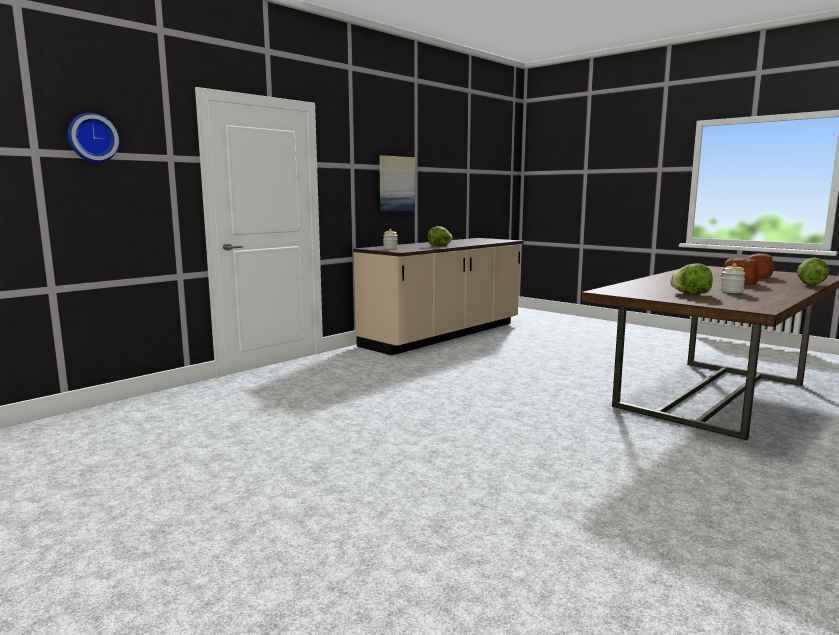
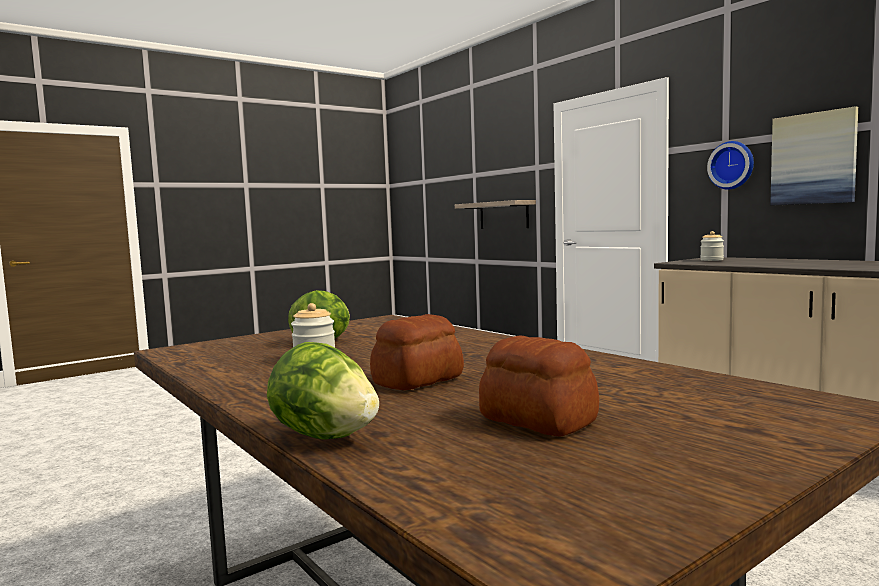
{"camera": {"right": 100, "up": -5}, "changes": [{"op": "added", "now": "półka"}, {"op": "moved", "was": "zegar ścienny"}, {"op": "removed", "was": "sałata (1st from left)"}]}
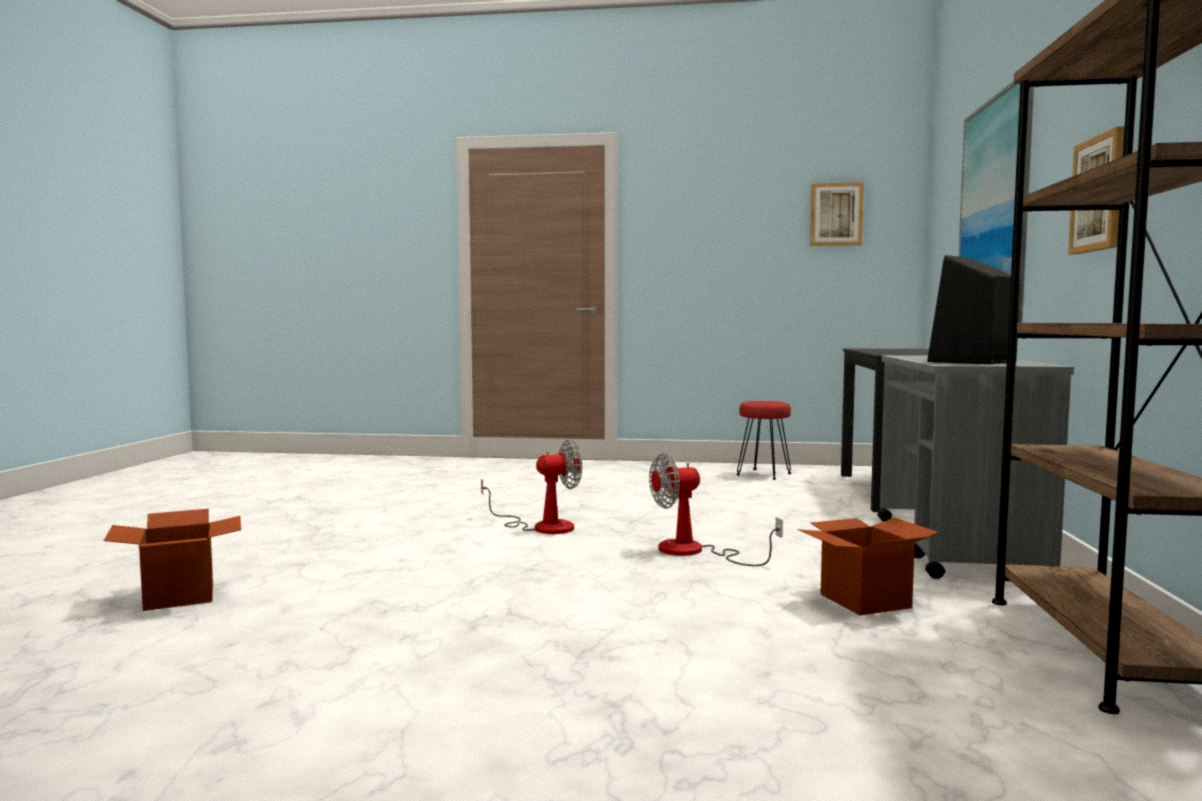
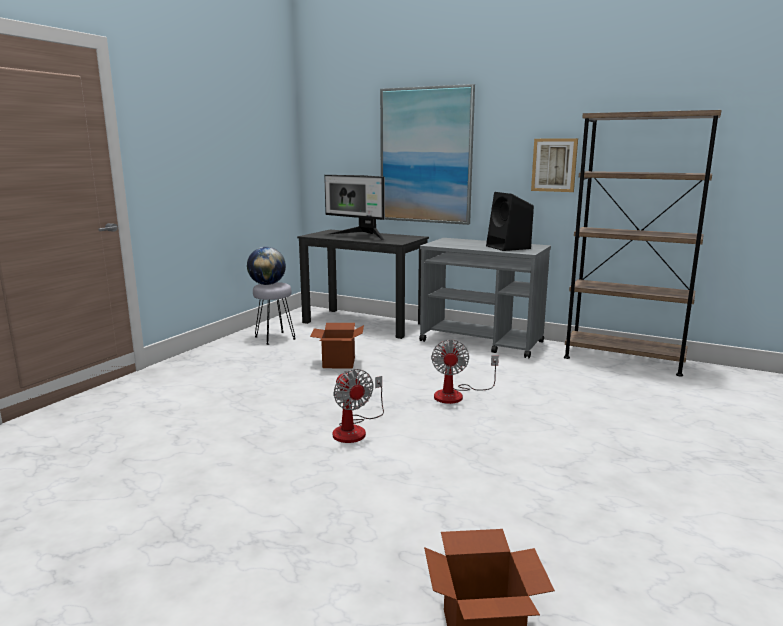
{"camera": {"right": -70, "up": 10}, "changes": [{"op": "added", "now": "globus"}, {"op": "recoloured", "was": "stołek [czerwony]", "now": "stołek [szary]"}, {"op": "moved", "was": "karton (2nd from left in the first image)", "now": "karton (1st from left)"}, {"op": "added", "now": "monitor"}, {"op": "turned", "was": "wentylator (1st from left)", "clockwise": 150}, {"op": "removed", "was": "obraz (1st from left)"}]}
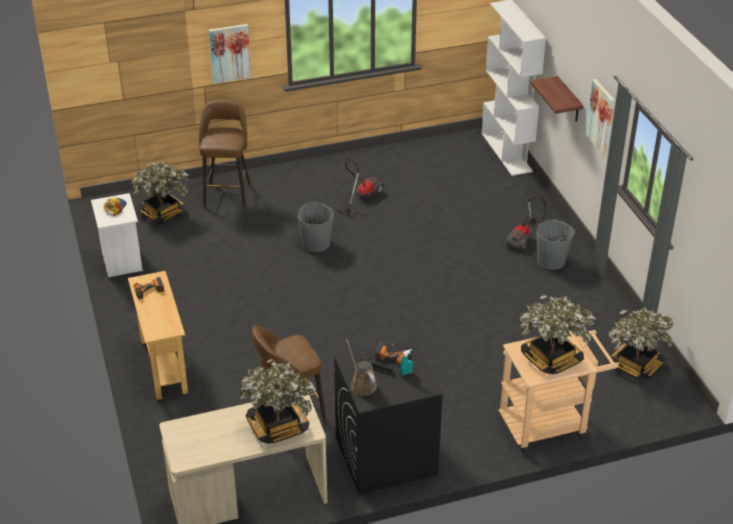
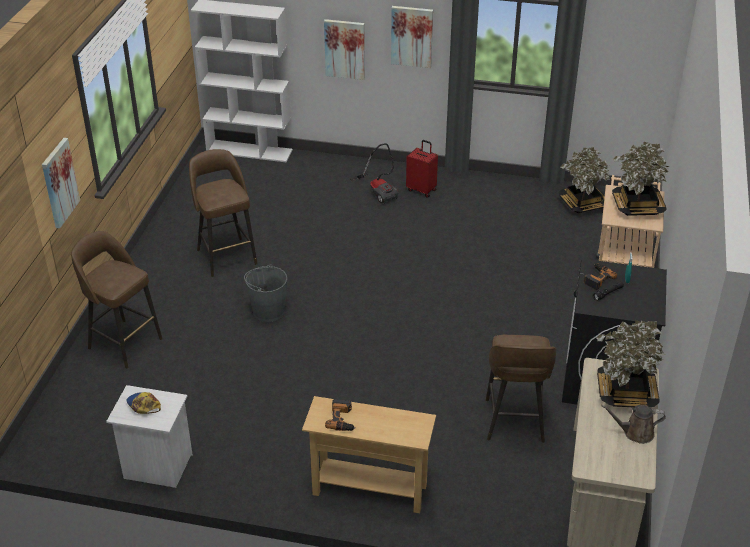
{"camera": {"right": -60, "up": 0}, "changes": [{"op": "replaced", "was": "odkurzacz (1st from left)", "now": "stołek [brązowy] (2nd from left)"}, {"op": "replaced", "was": "półka", "now": "obraz (2nd from left)"}, {"op": "replaced", "was": "wiadro [szary] (2nd from left)", "now": "walizka [czerwony]"}, {"op": "moved", "was": "konewka [brązowy]"}, {"op": "removed", "was": "roślina doniczkowa (1st from left)"}]}
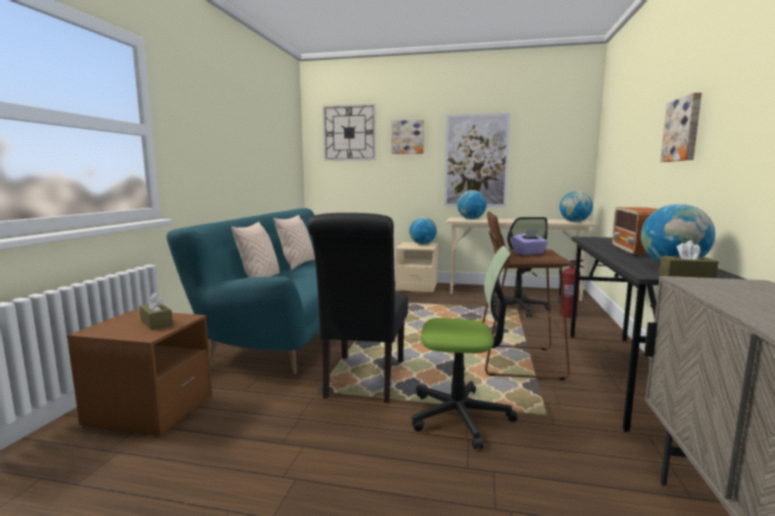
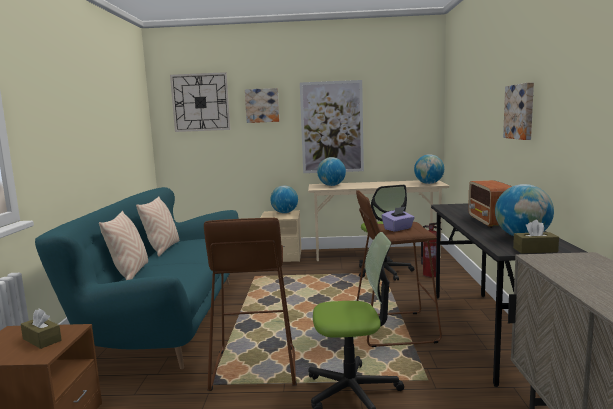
{"camera": {"right": -10, "up": 0}, "changes": [{"op": "replaced", "was": "krzesło [czarny]", "now": "stołek [brązowy] (1st from left)"}]}
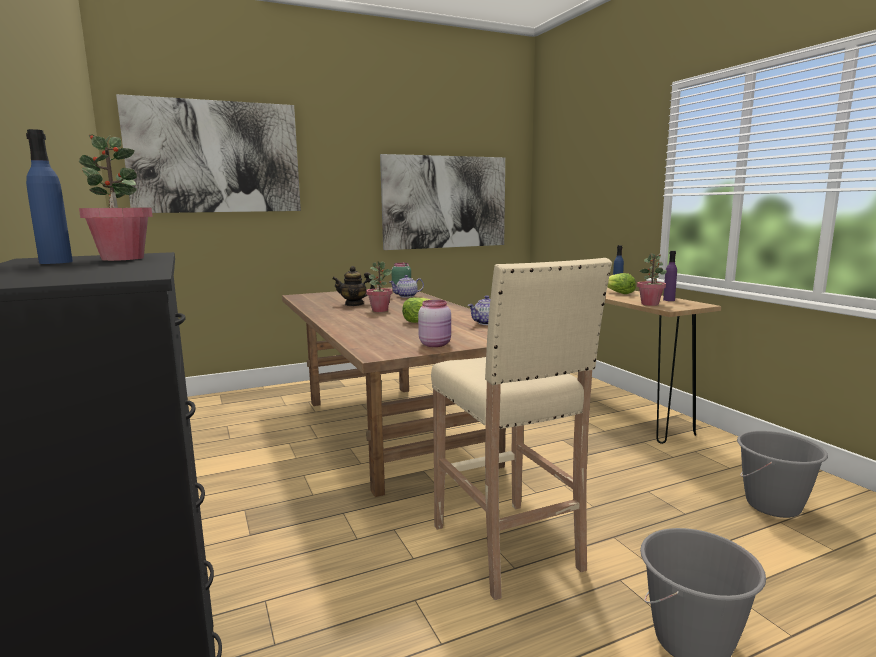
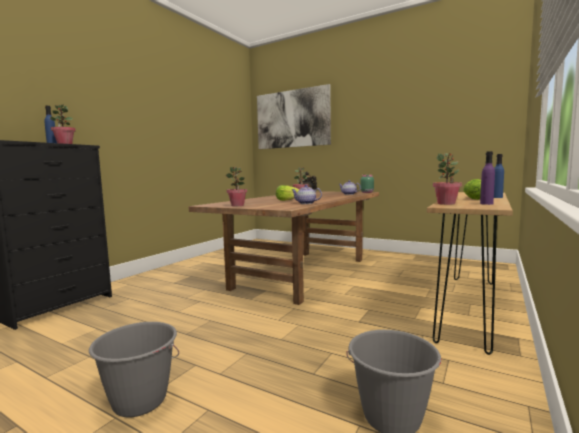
{"camera": {"right": 55, "up": -5}, "changes": [{"op": "replaced", "was": "słoik [różowy]", "now": "roślina doniczkowa (2nd from left)"}, {"op": "removed", "was": "obraz (2nd from left)"}, {"op": "removed", "was": "stołek [beżowy]"}]}
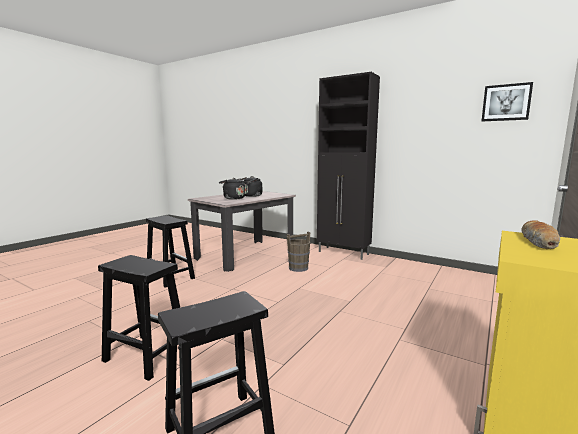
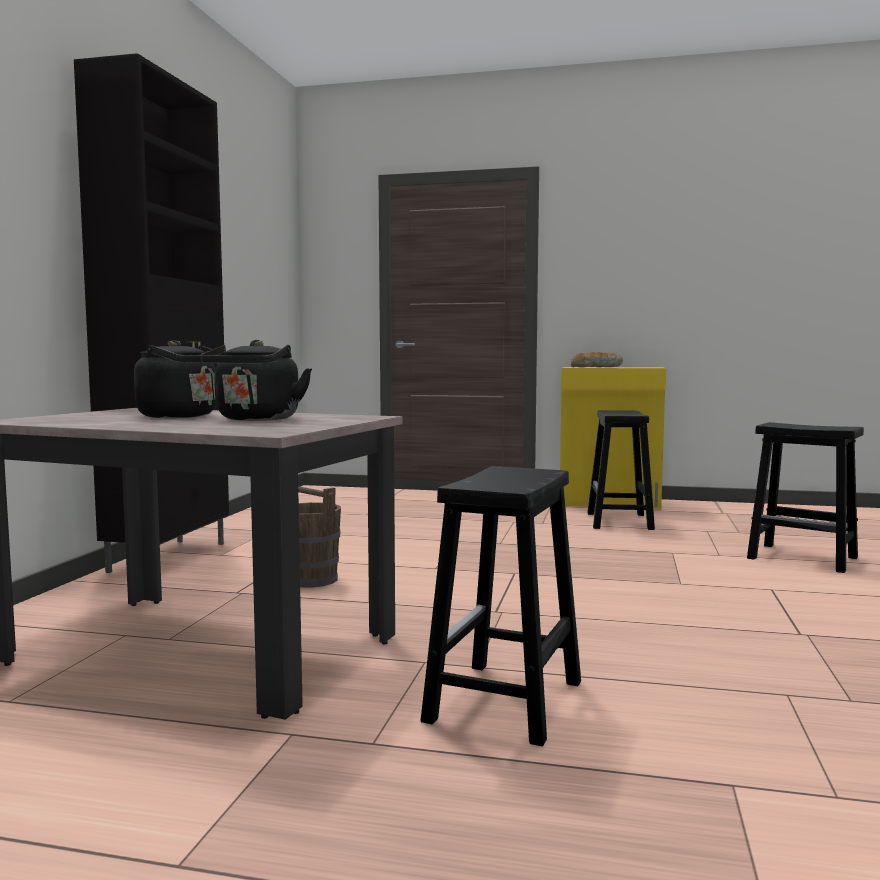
{"camera": {"right": -110, "up": -5}, "changes": [{"op": "moved", "was": "stołek [czarny] (1st from left in the first image)", "now": "stołek [czarny] (2nd from left)"}, {"op": "removed", "was": "obraz"}]}
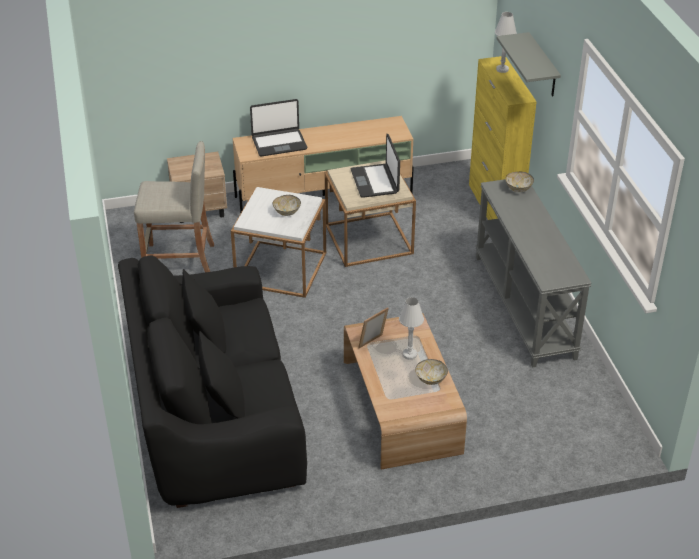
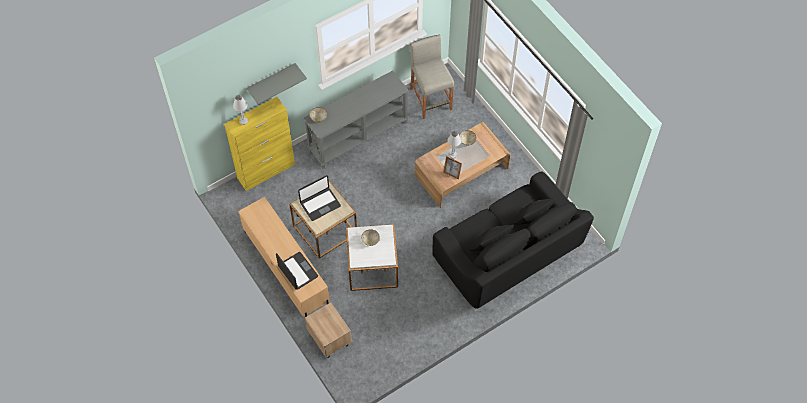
{"camera": {"right": -110, "up": 20}, "changes": [{"op": "moved", "was": "stołek [beżowy]"}]}
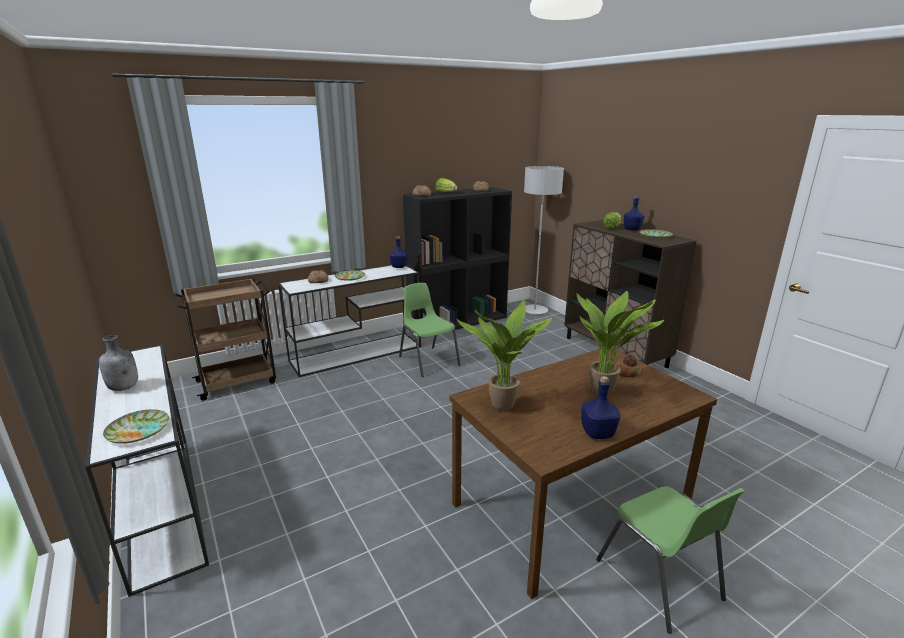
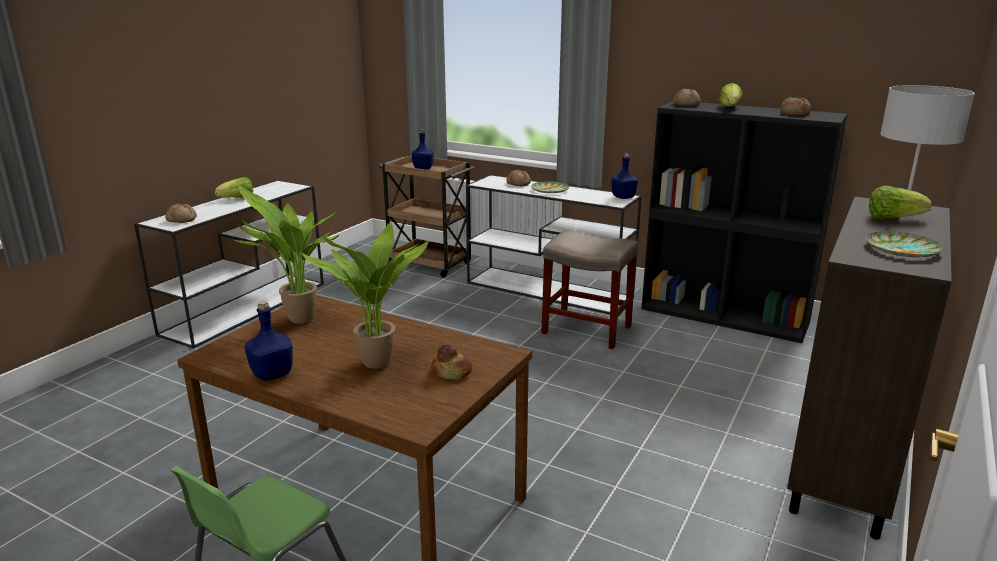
{"camera": {"right": 60, "up": 0}, "changes": [{"op": "replaced", "was": "talerz (1st from left)", "now": "chleb (1st from left)"}, {"op": "replaced", "was": "butelka [szary]", "now": "sałata (1st from left)"}, {"op": "moved", "was": "butelka [niebieski] (3rd from left in the first image)", "now": "butelka [niebieski] (2nd from left)"}, {"op": "replaced", "was": "krzesło [zielony] (1st from left)", "now": "stołek [beżowy]"}]}
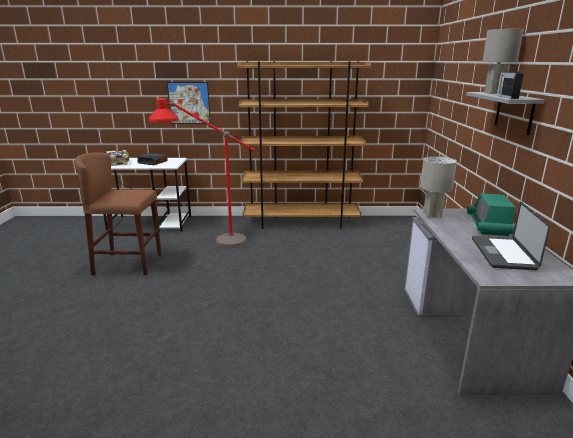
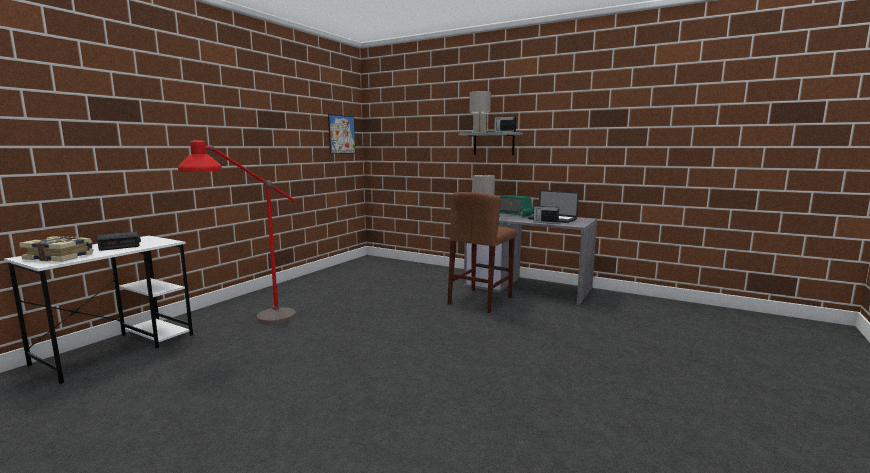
{"camera": {"right": -60, "up": -10}, "changes": [{"op": "moved", "was": "obraz"}, {"op": "moved", "was": "stołek [brązowy]"}, {"op": "added", "now": "radio (3rd from left)"}, {"op": "removed", "was": "regał [brązowy]"}]}
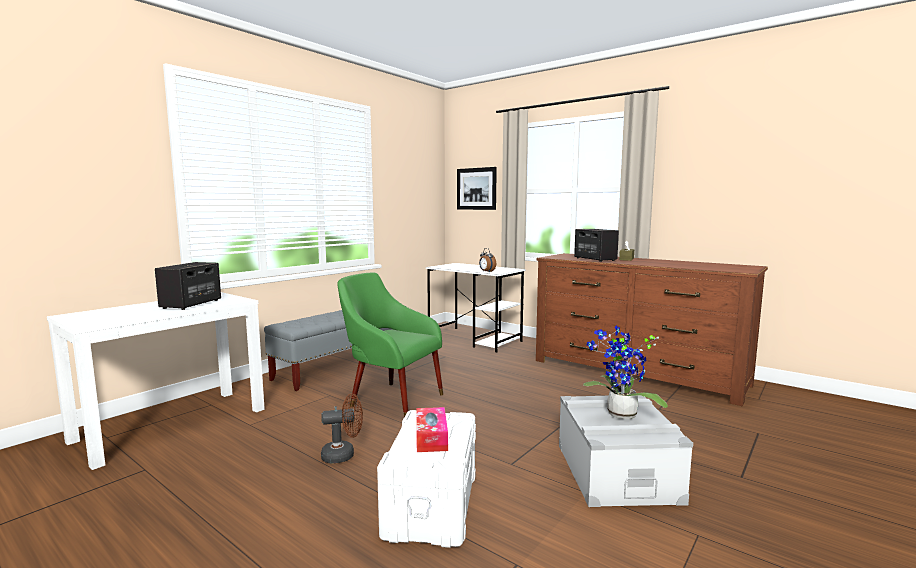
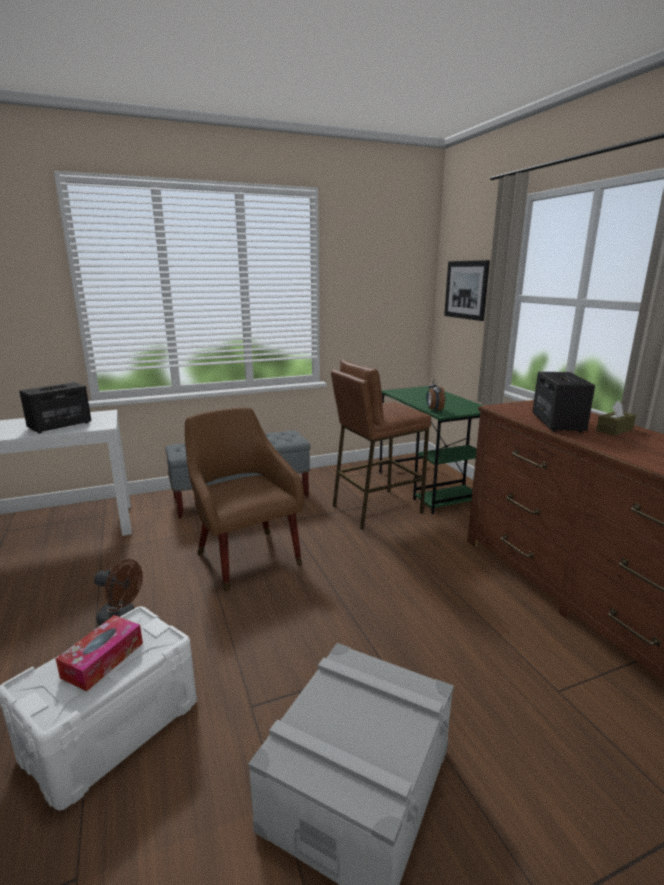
{"camera": {"right": 30, "up": 10}, "changes": [{"op": "recoloured", "was": "fotel [zielony]", "now": "fotel [brązowy]"}, {"op": "added", "now": "stołek [brązowy]"}, {"op": "recoloured", "was": "biurko [biały]", "now": "biurko [zielony]"}, {"op": "removed", "was": "roślina doniczkowa"}]}
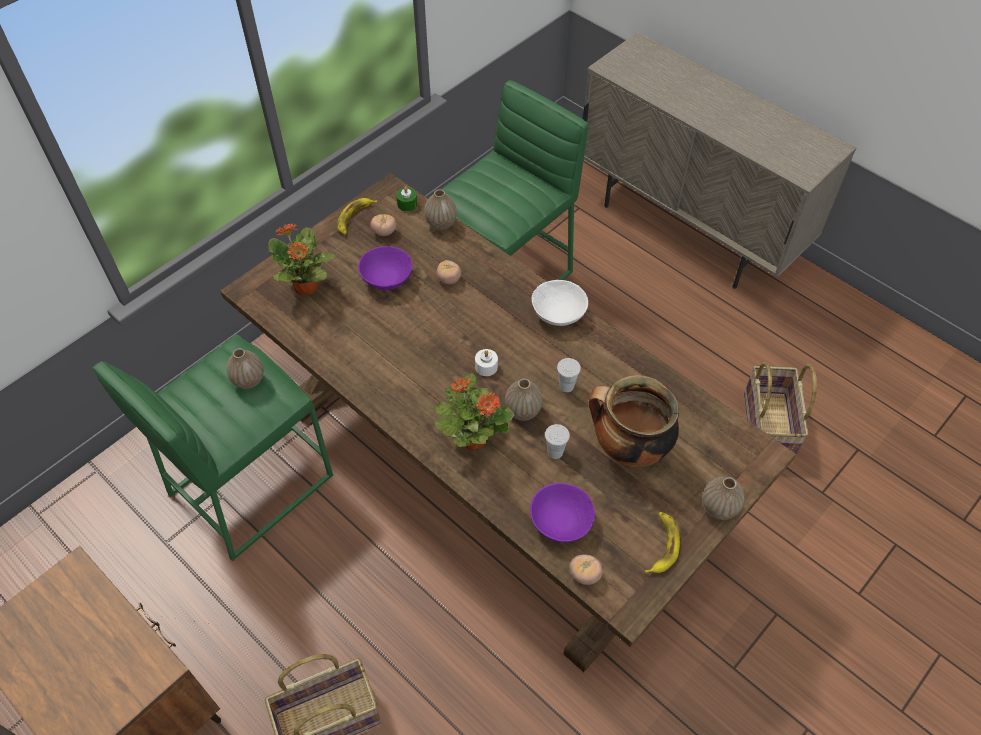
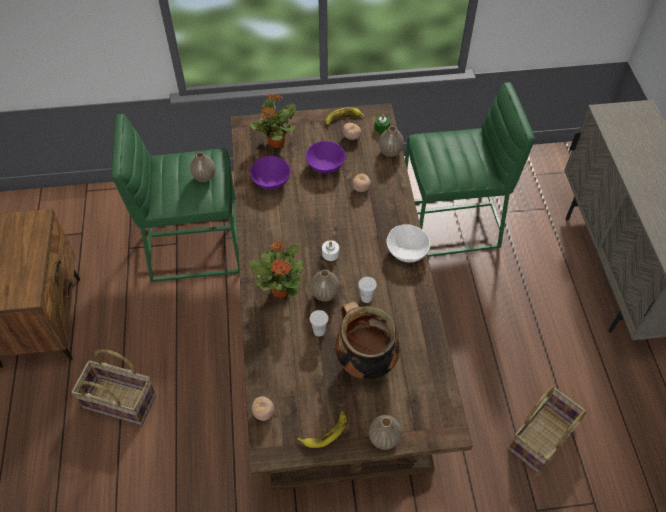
{"camera": {"right": 40, "up": 0}, "changes": [{"op": "moved", "was": "miska [fioletowy] (2nd from left in the first image)", "now": "miska [fioletowy] (1st from left)"}]}
